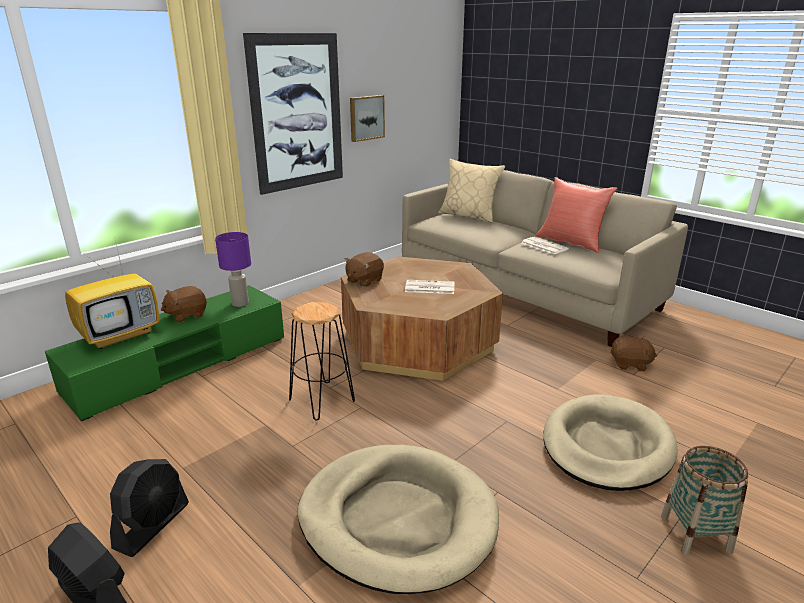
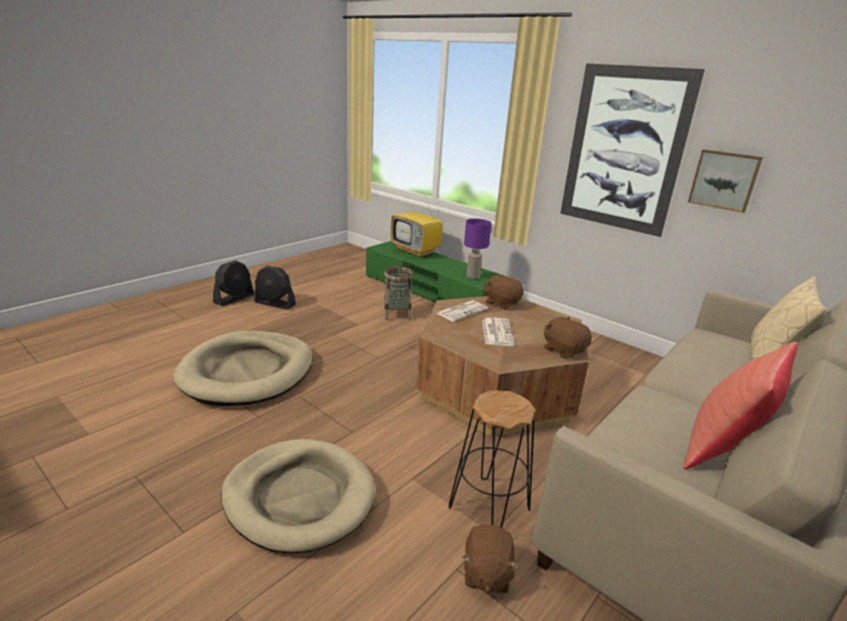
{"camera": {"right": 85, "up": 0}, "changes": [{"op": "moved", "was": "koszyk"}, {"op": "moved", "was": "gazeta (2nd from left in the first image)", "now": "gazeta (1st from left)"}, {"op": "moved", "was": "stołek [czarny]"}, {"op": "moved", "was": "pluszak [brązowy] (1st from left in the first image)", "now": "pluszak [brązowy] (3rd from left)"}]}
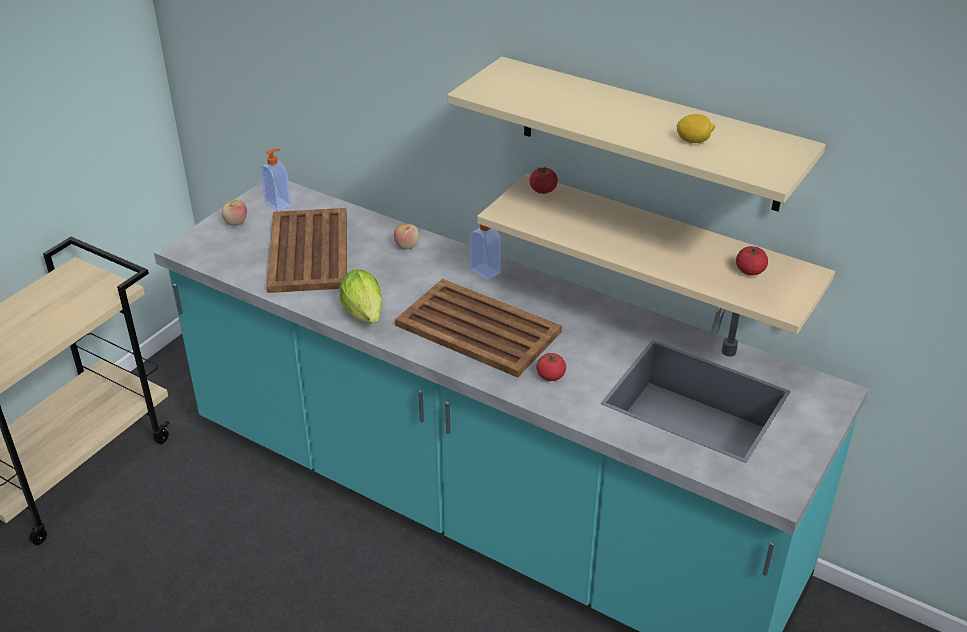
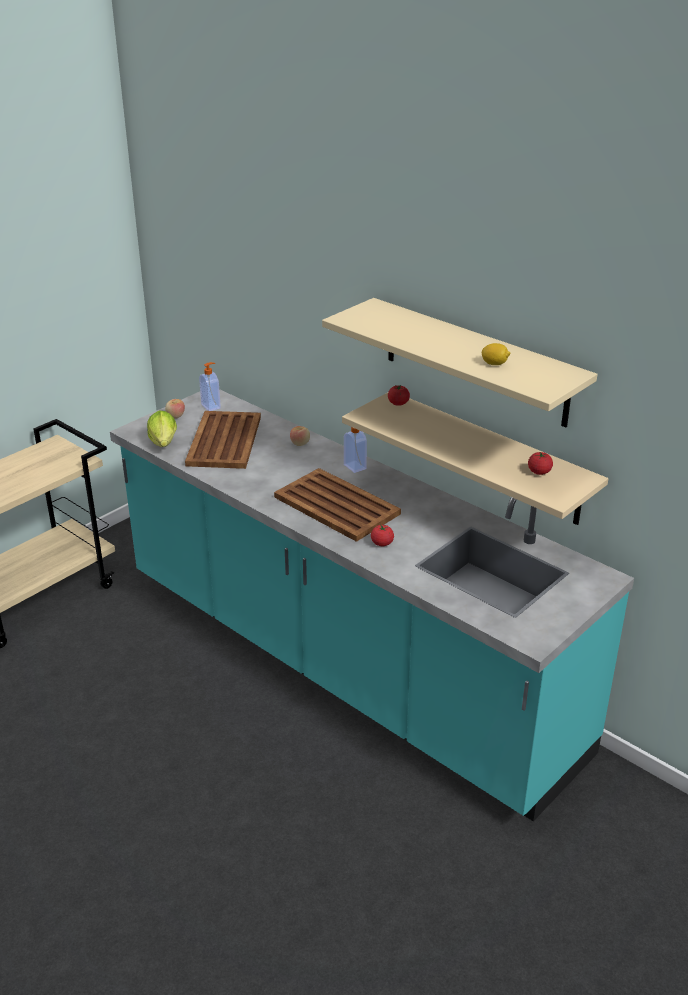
{"camera": {"right": 10, "up": -5}, "changes": [{"op": "moved", "was": "sałata"}]}
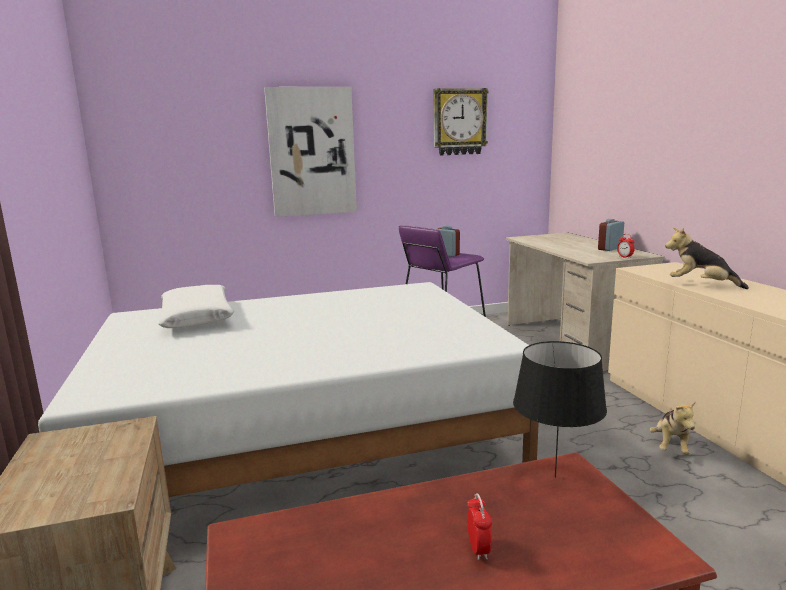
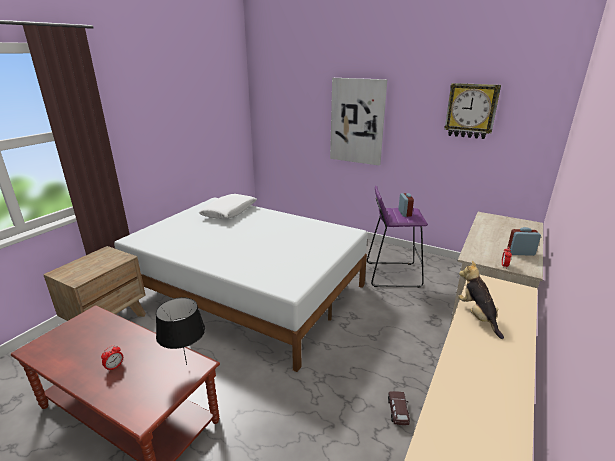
{"camera": {"right": 45, "up": 10}, "changes": [{"op": "replaced", "was": "pluszak (1st from left)", "now": "samochodzik [brązowy]"}]}
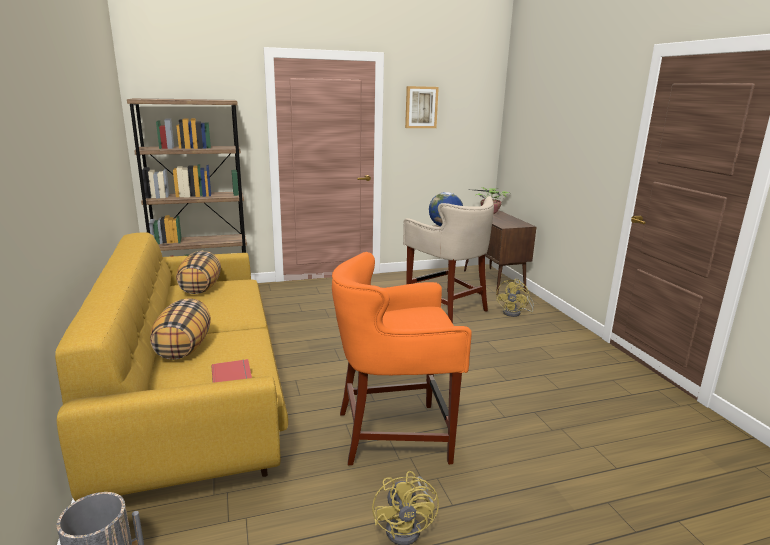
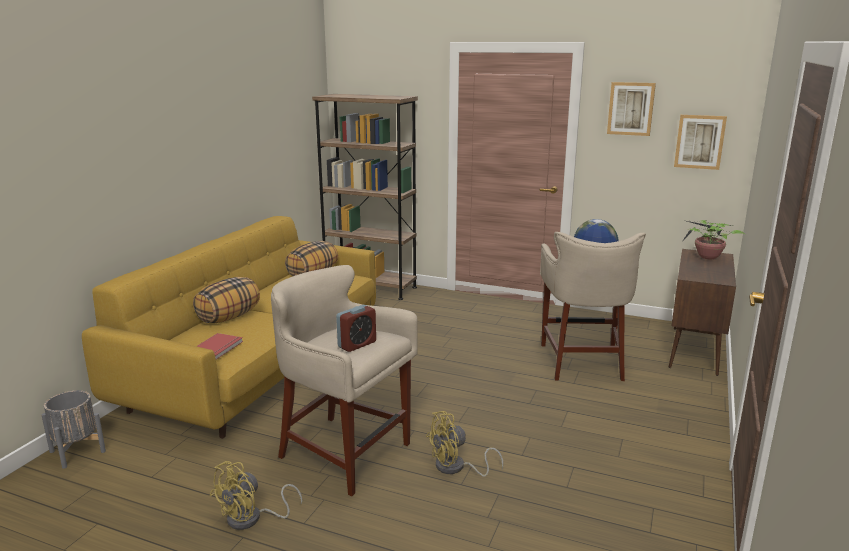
{"camera": {"right": 40, "up": 0}, "changes": [{"op": "recoloured", "was": "stołek [pomarańczowy]", "now": "stołek [beżowy] (1st from left)"}, {"op": "added", "now": "budzik"}, {"op": "moved", "was": "wentylator [żółty] (2nd from left)"}, {"op": "added", "now": "obraz (2nd from left)"}]}
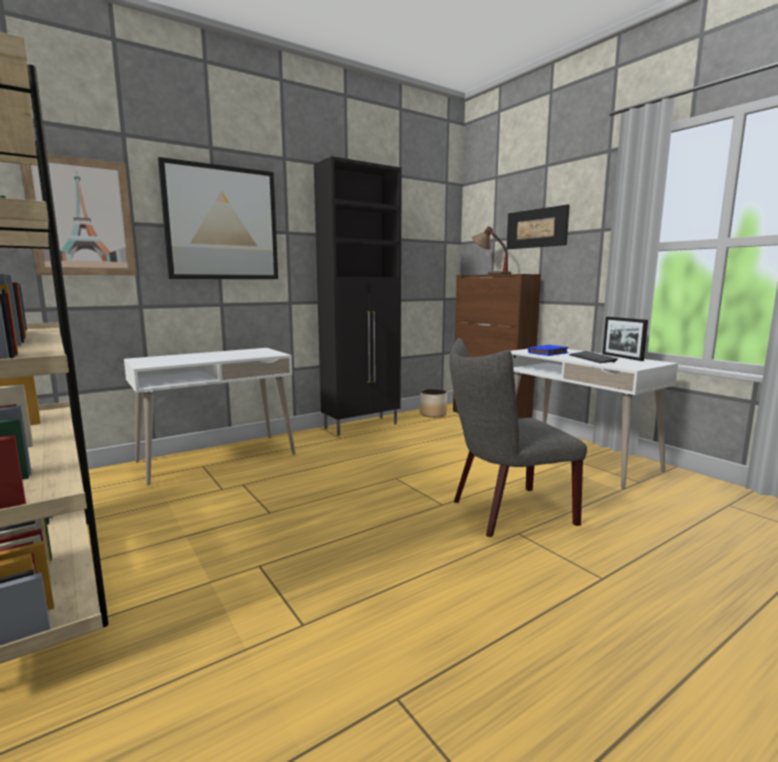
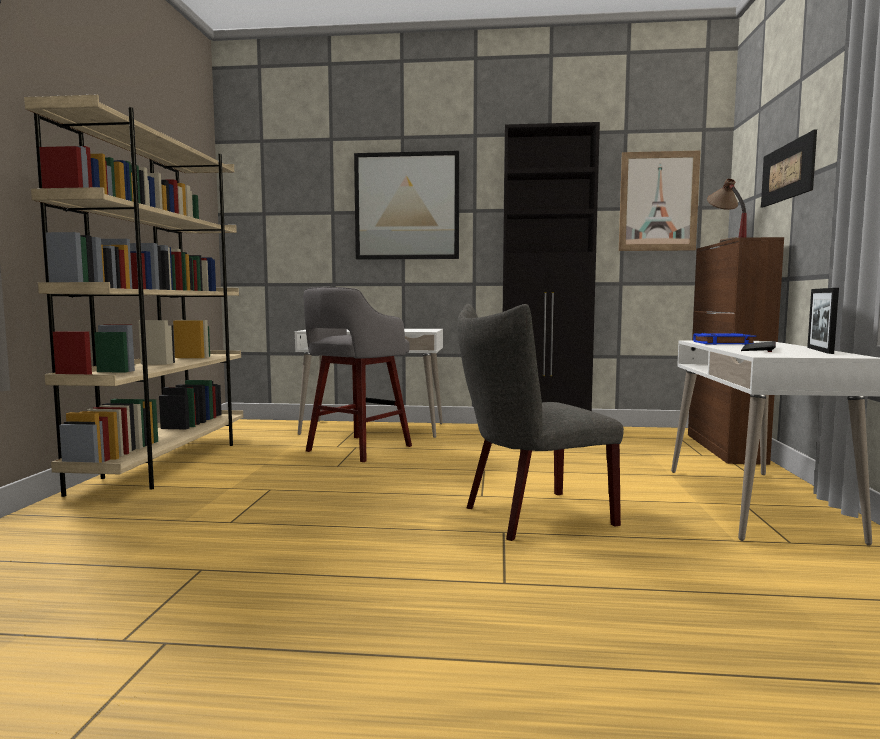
{"camera": {"right": 40, "up": -5}, "changes": [{"op": "added", "now": "stołek [szary]"}, {"op": "turned", "was": "krzesło [szary]", "clockwise": -45}, {"op": "moved", "was": "obraz (1st from left in the first image)", "now": "obraz (2nd from left)"}, {"op": "removed", "was": "donica"}]}
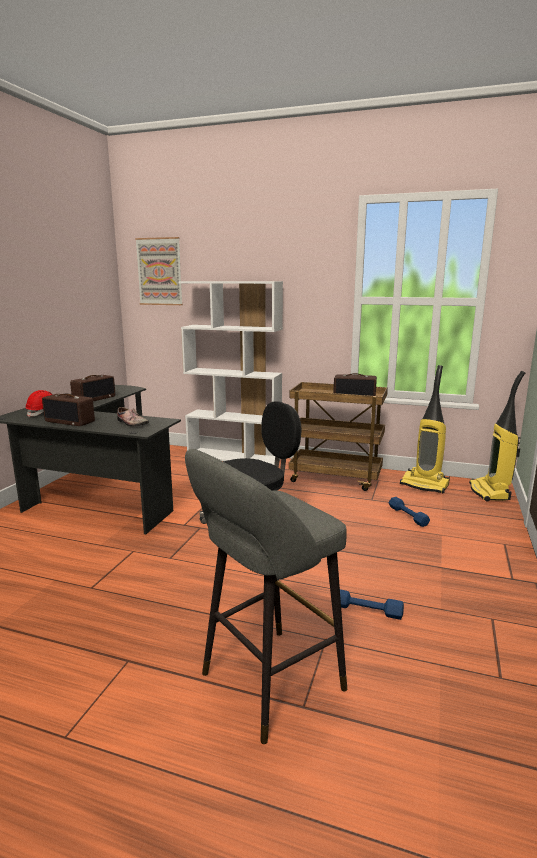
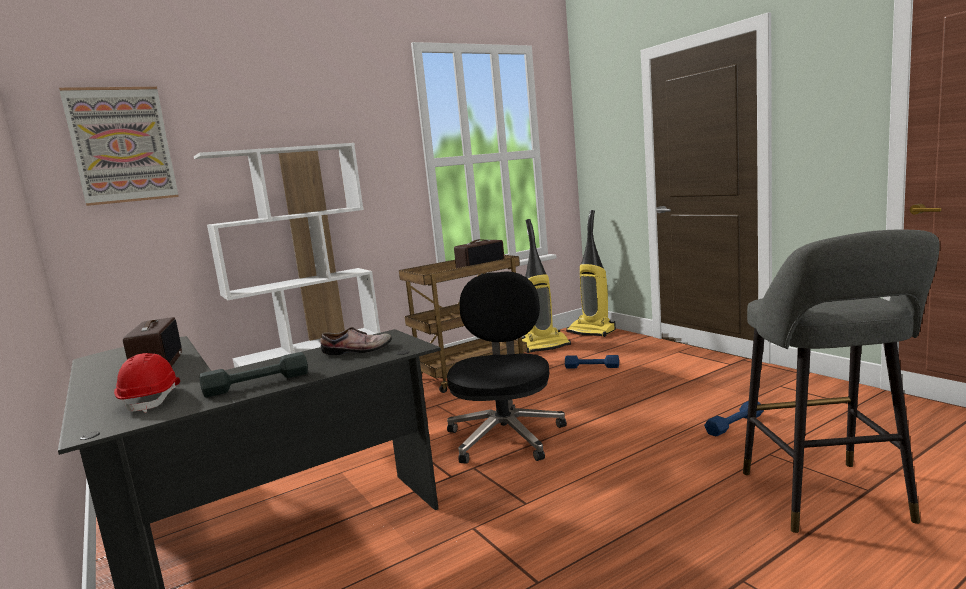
{"camera": {"right": -50, "up": -5}, "changes": [{"op": "replaced", "was": "radio (1st from left)", "now": "hantel [szary]"}]}
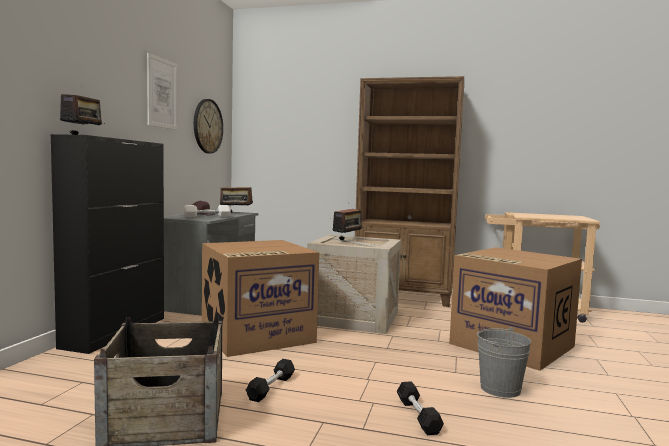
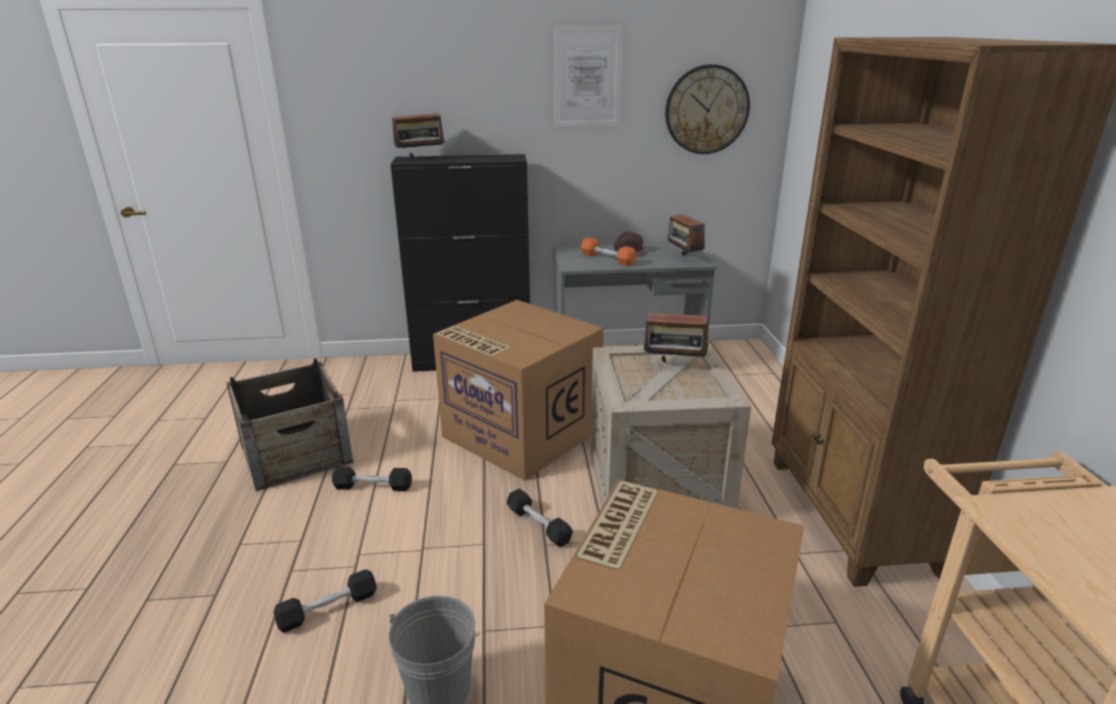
{"camera": {"right": 70, "up": 20}, "changes": [{"op": "added", "now": "hantel [czarny] (3rd from left)"}, {"op": "recoloured", "was": "hantel [biały]", "now": "hantel [pomarańczowy]"}]}
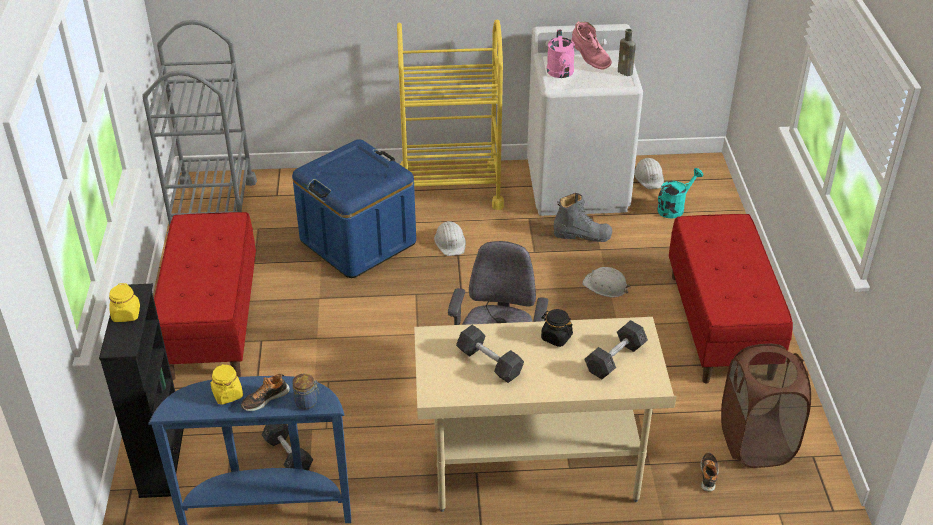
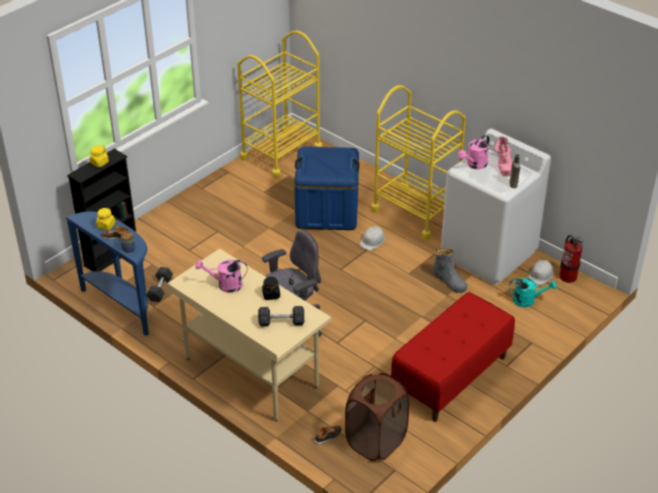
{"camera": {"right": 45, "up": 0}, "changes": [{"op": "replaced", "was": "hantel [szary] (2nd from left)", "now": "konewka [różowy] (1st from left)"}, {"op": "recoloured", "was": "wózek [szary]", "now": "wózek [żółty] (1st from left)"}, {"op": "added", "now": "gaśnica"}, {"op": "removed", "was": "ławka [czerwony] (1st from left)"}, {"op": "removed", "was": "kask [biały] (2nd from left)"}]}
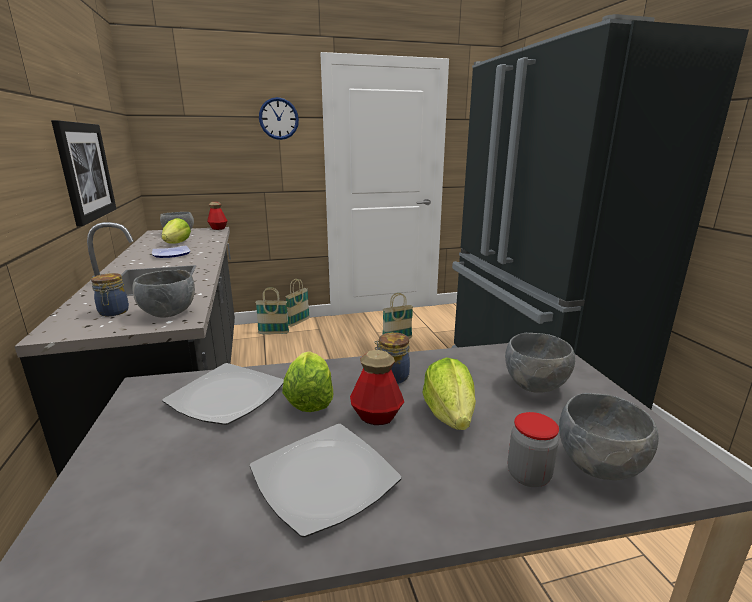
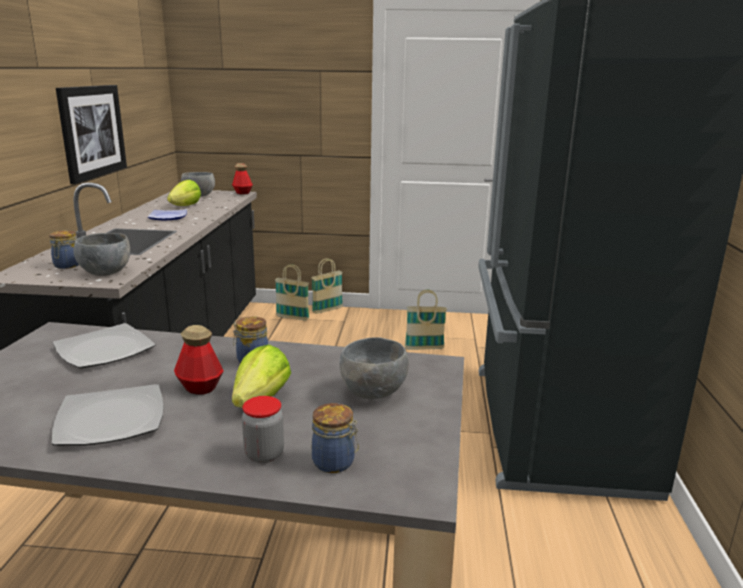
{"camera": {"right": 20, "up": 0}, "changes": [{"op": "replaced", "was": "miska [szary] (4th from left)", "now": "słoik (4th from left)"}, {"op": "removed", "was": "zegar ścienny"}, {"op": "removed", "was": "sałata (2nd from left)"}]}
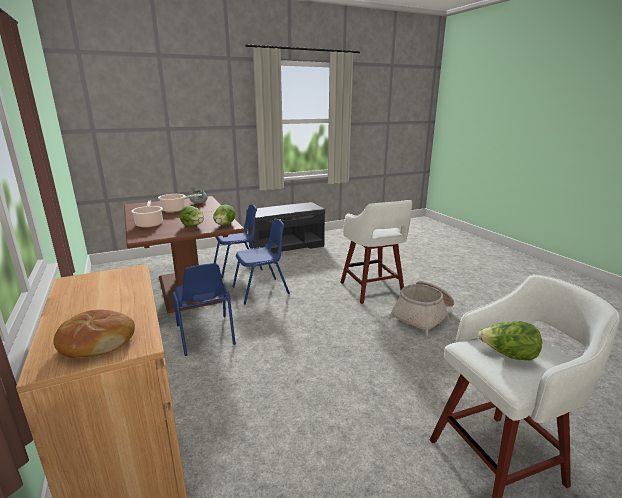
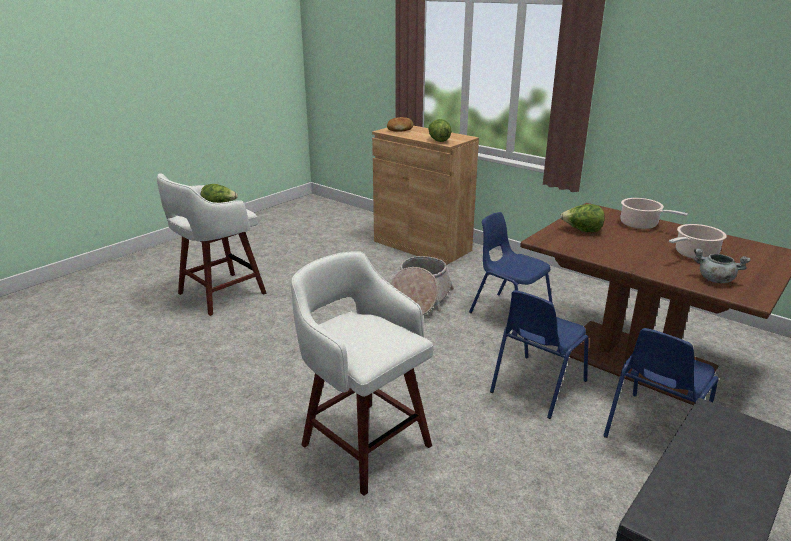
{"camera": {"right": 155, "up": 5}, "changes": [{"op": "moved", "was": "koszyk"}, {"op": "moved", "was": "sałata (2nd from left)"}]}
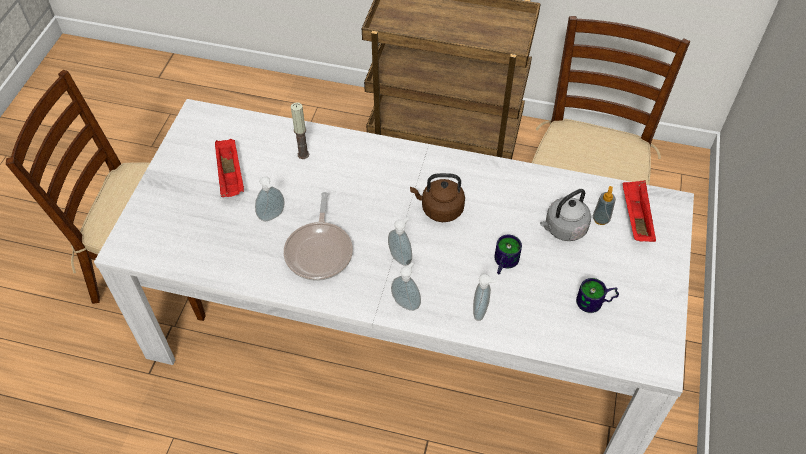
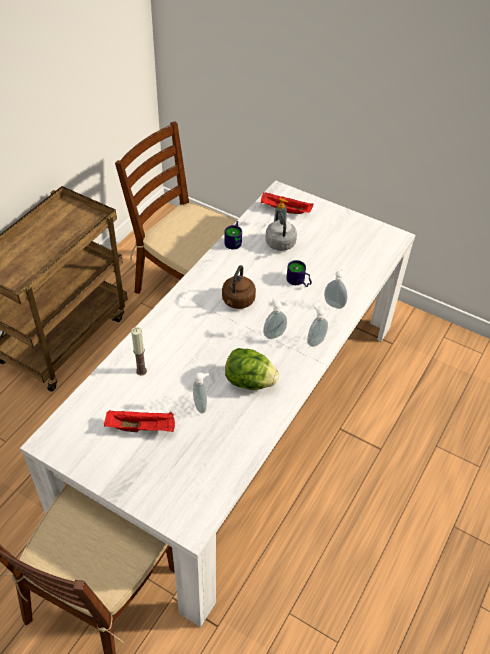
{"camera": {"right": -75, "up": -5}, "changes": [{"op": "moved", "was": "kubek (2nd from left in the first image)", "now": "kubek (1st from left)"}, {"op": "replaced", "was": "patelnia", "now": "sałata"}]}
